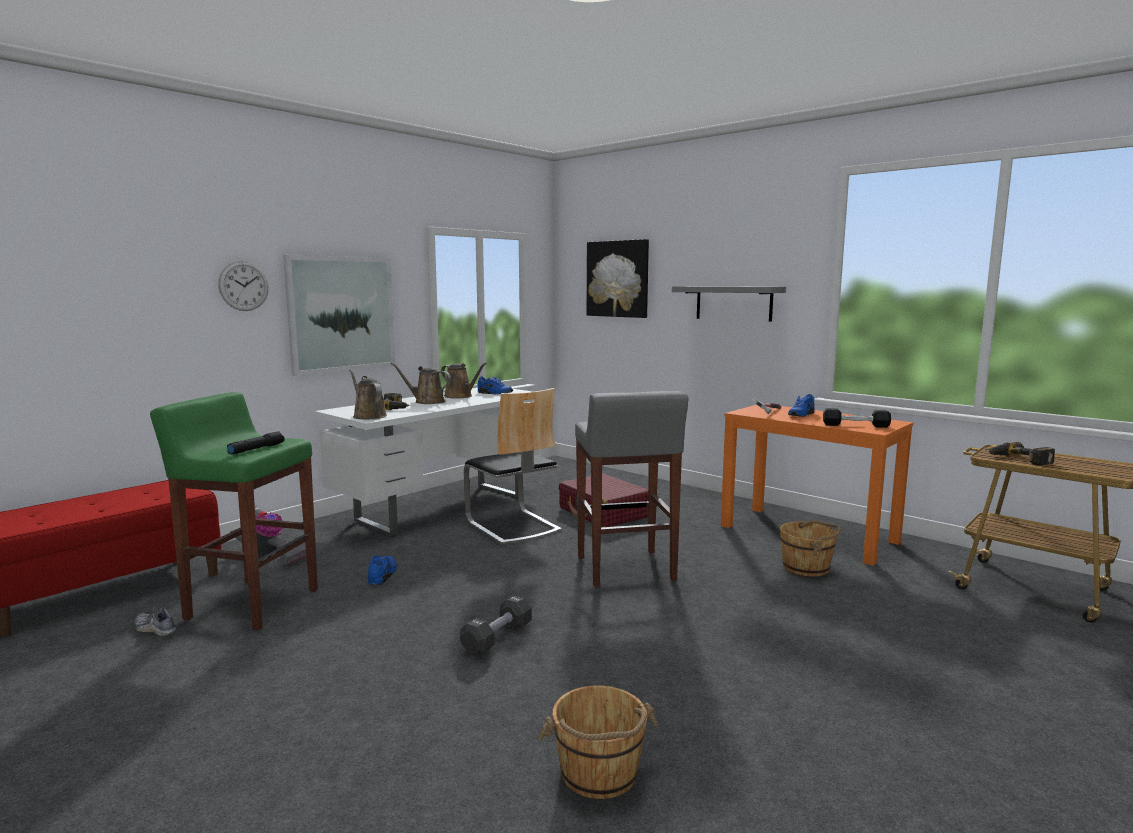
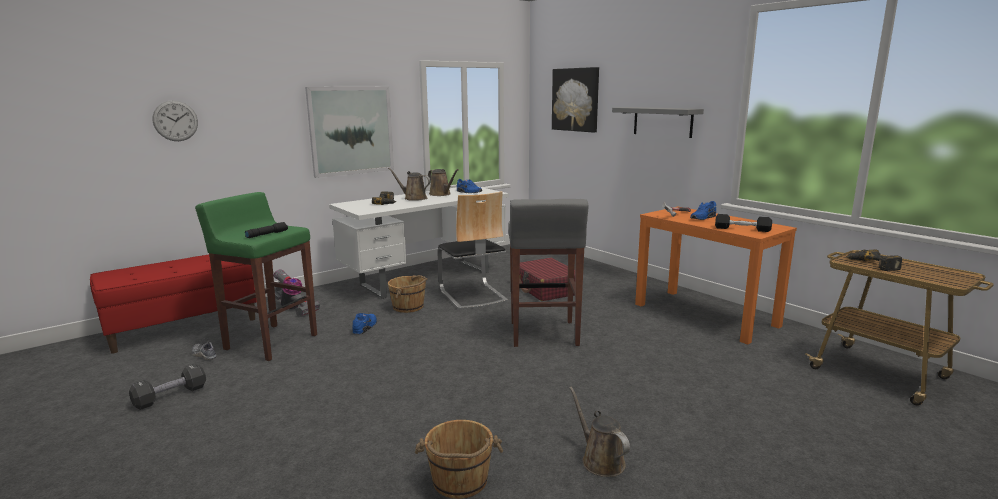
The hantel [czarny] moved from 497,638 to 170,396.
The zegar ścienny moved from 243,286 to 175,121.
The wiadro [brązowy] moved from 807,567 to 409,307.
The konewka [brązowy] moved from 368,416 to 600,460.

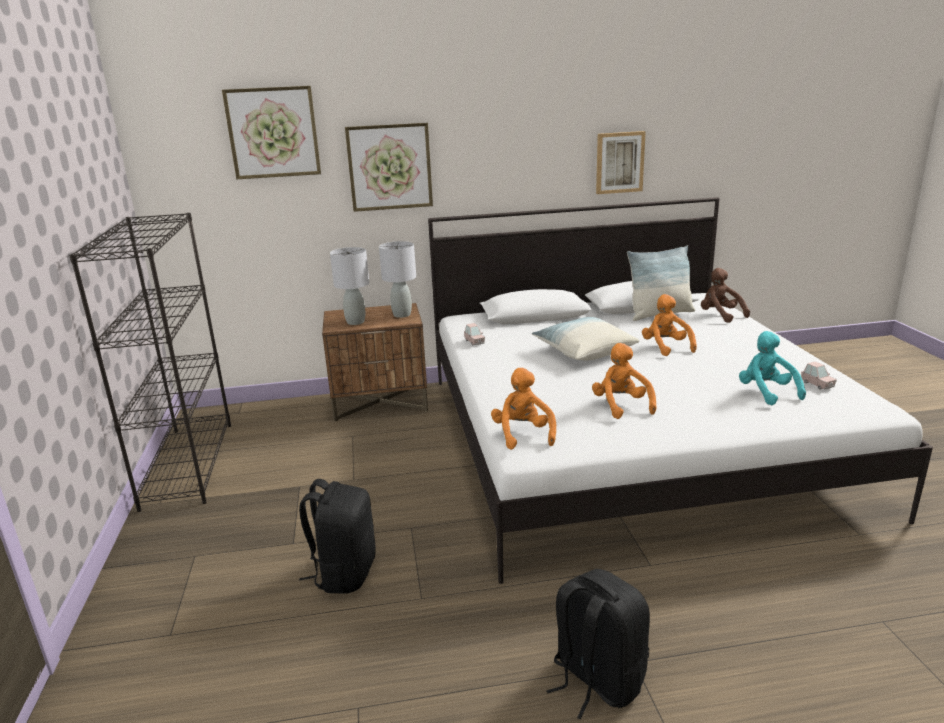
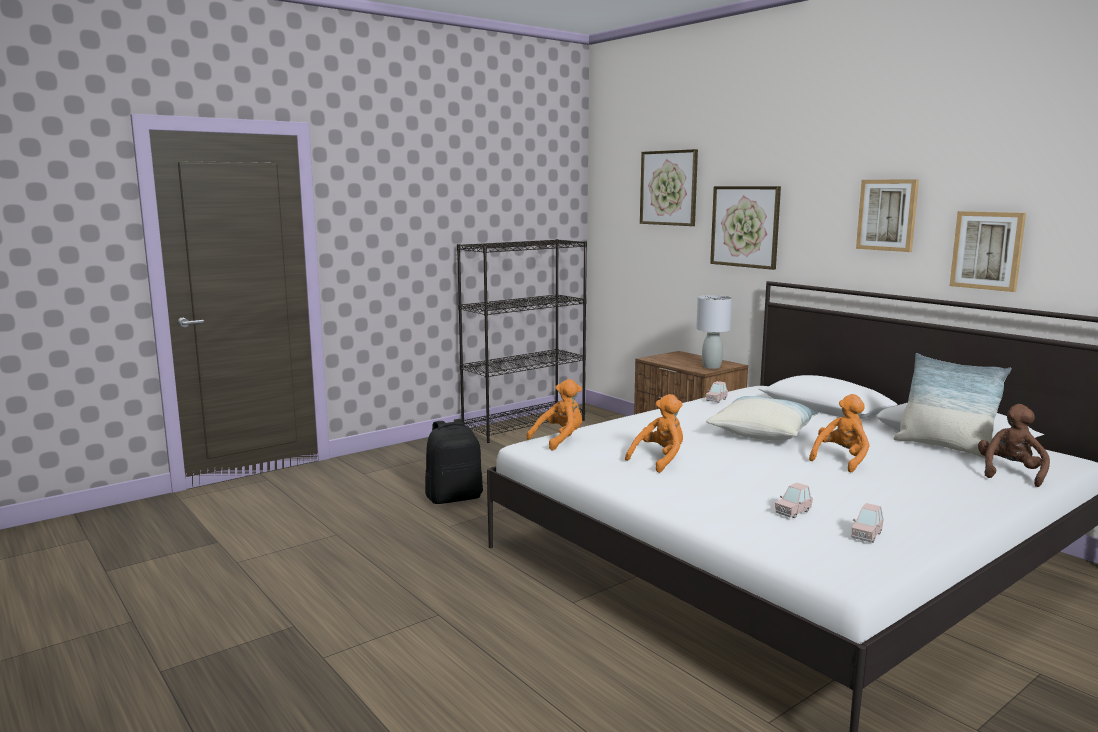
The pluszak [turkusowy] at 766,393 was replaced by the samochodzik [różowy] at 793,512.
The obraz at 887,215 appeared.
The lampa stołowa [szary] at 355,322 disappeared.
The plecak [czarny] at 596,680 disappeared.

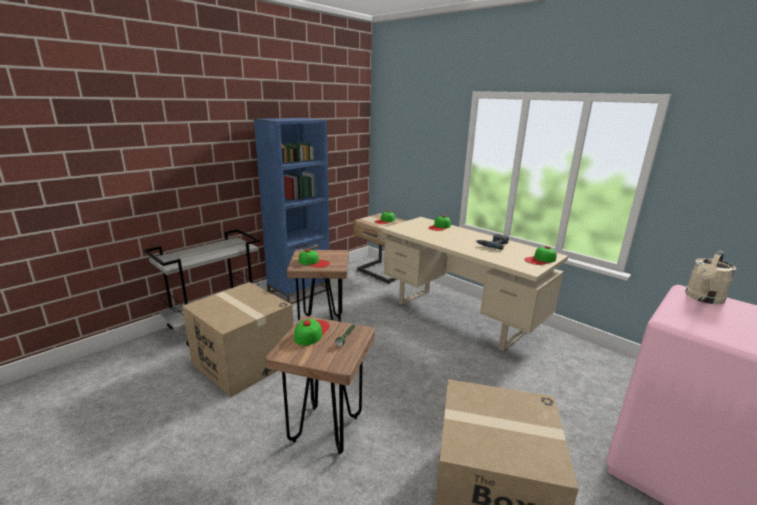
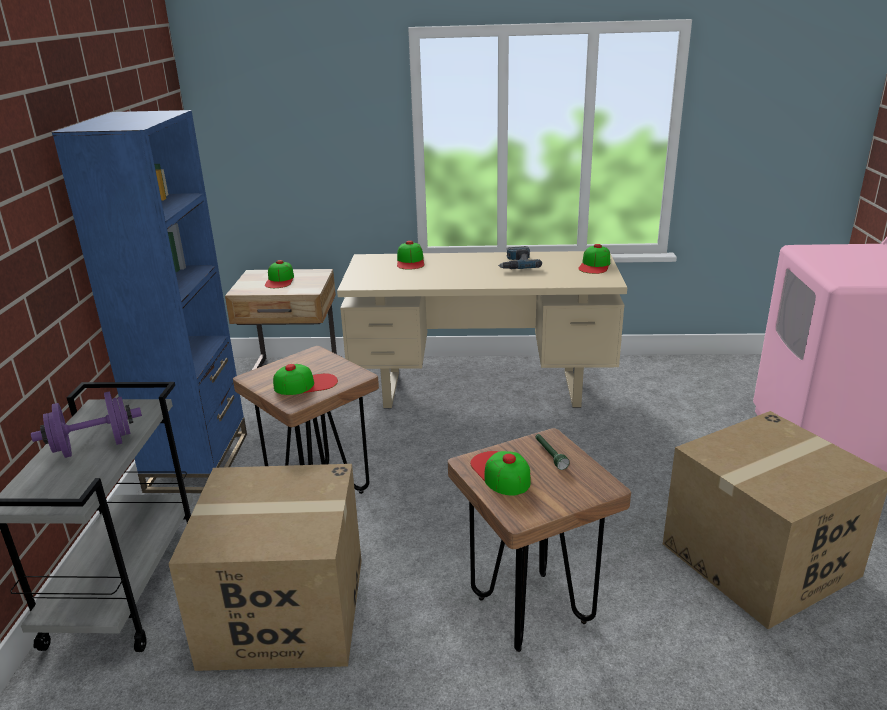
The hantel [fioletowy] at 94,447 appeared.
The konewka [beżowy] at 703,298 disappeared.

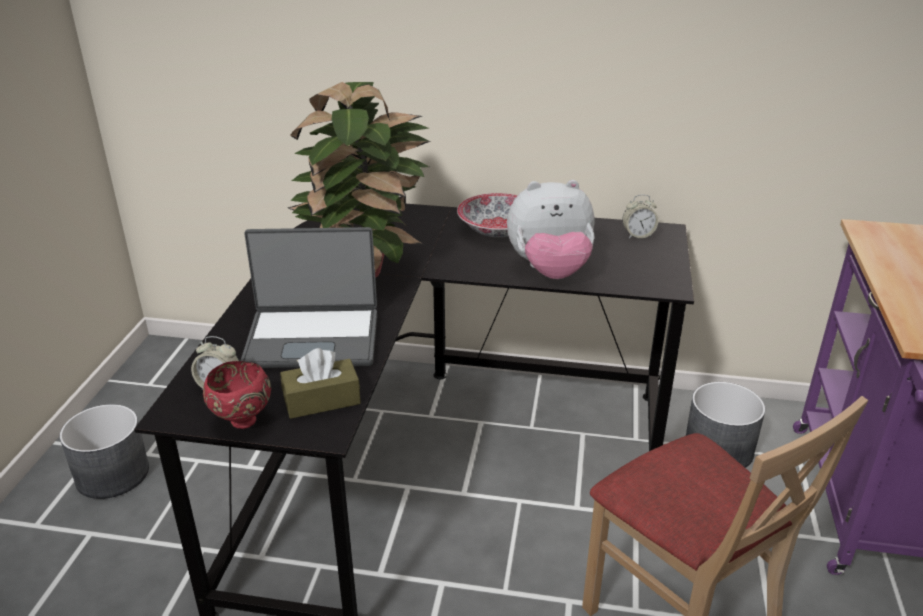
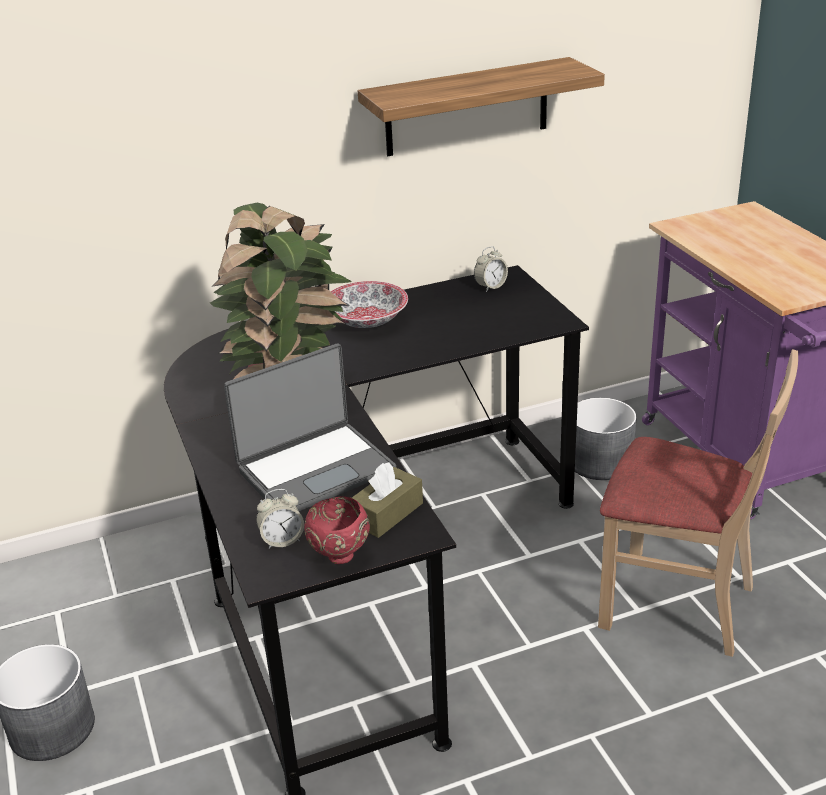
The półka at 467,107 appeared.
The pluszak at 550,271 disappeared.

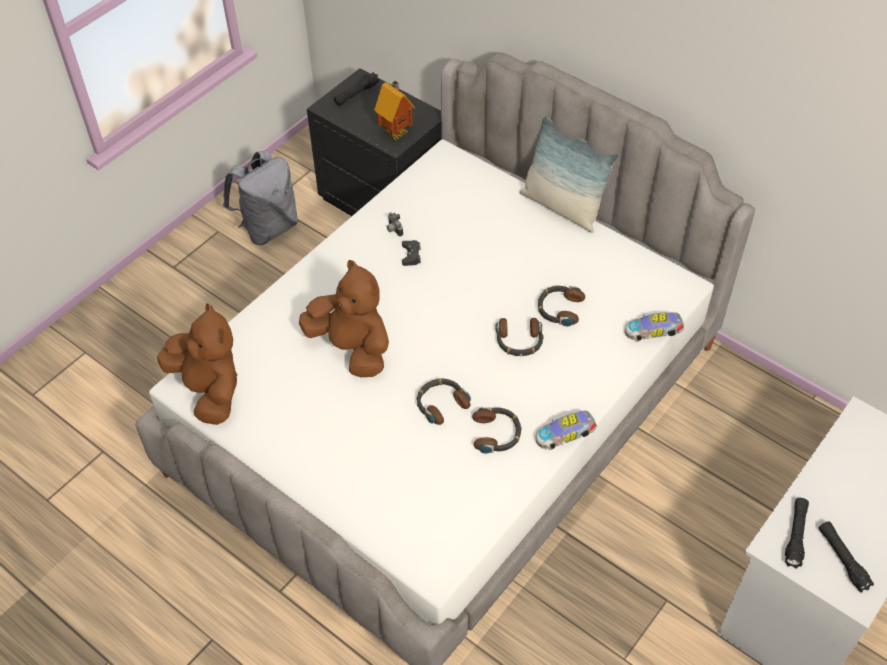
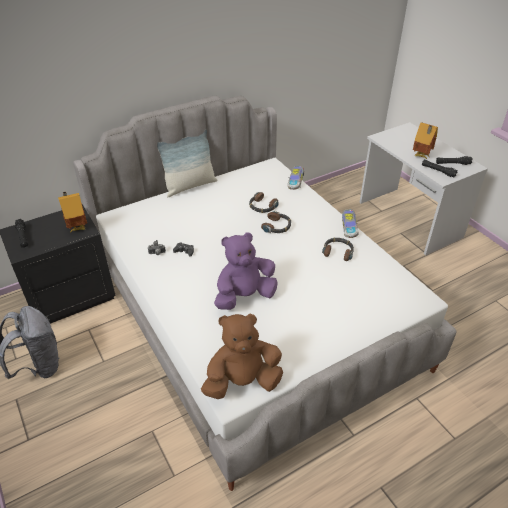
The pluszak [brązowy] at 352,348 became the pluszak [fioletowy] at 244,296.
The domek at 421,156 appeared.
The słuchawki at 441,403 disappeared.

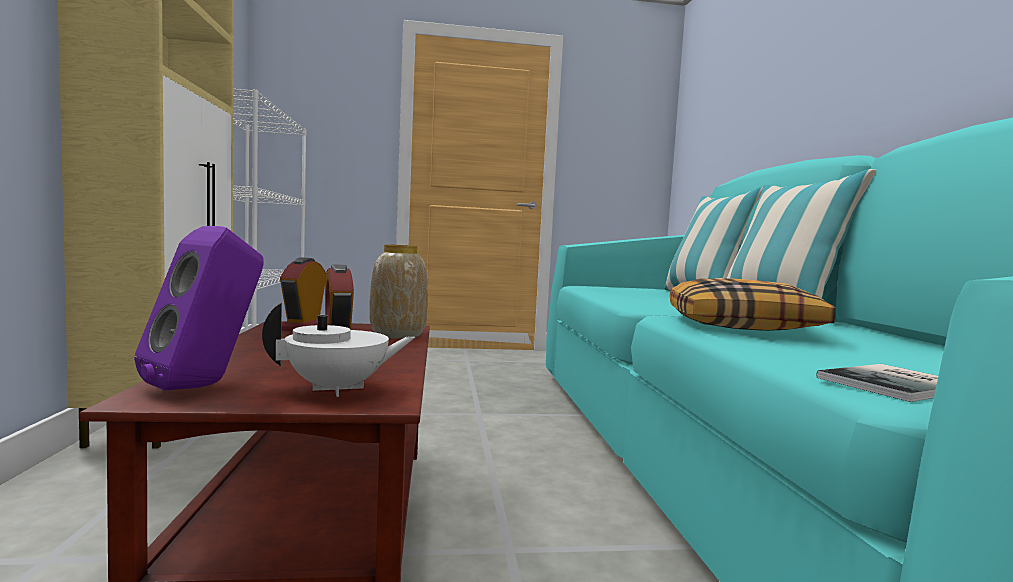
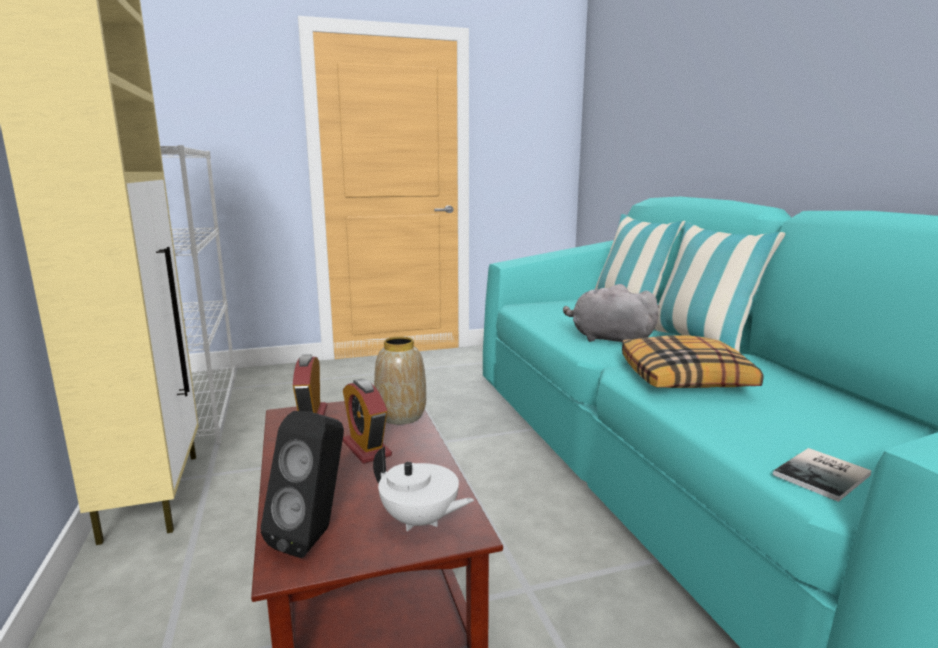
The głośnik [fioletowy] at 206,385 became the głośnik [czarny] at 314,536.
The imbryk [biały] at 338,389 turned 60 degrees clockwise.
The pluszak [szary] at 608,339 appeared.

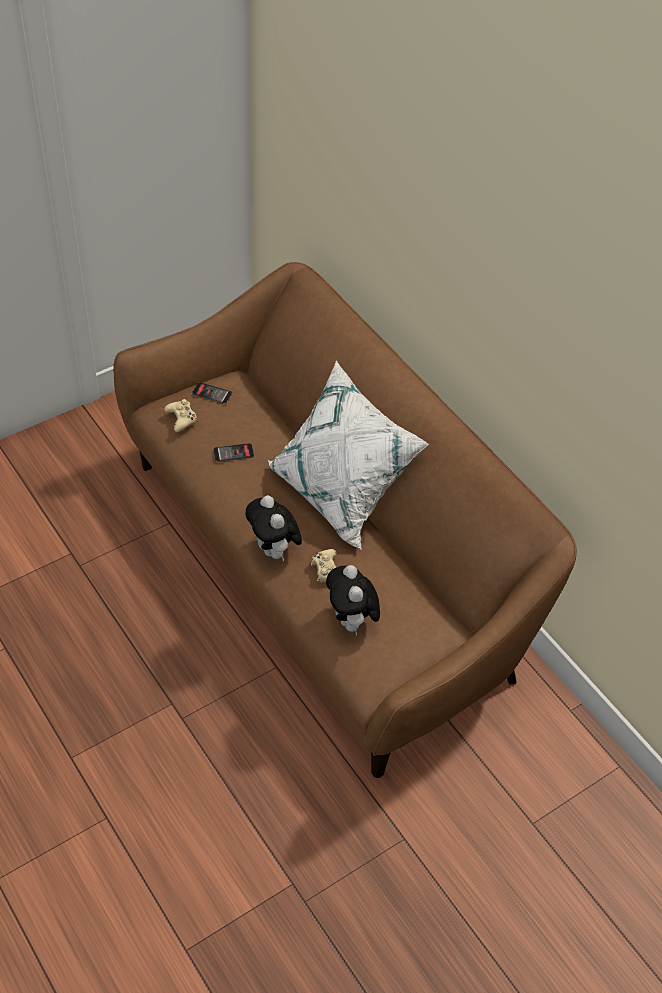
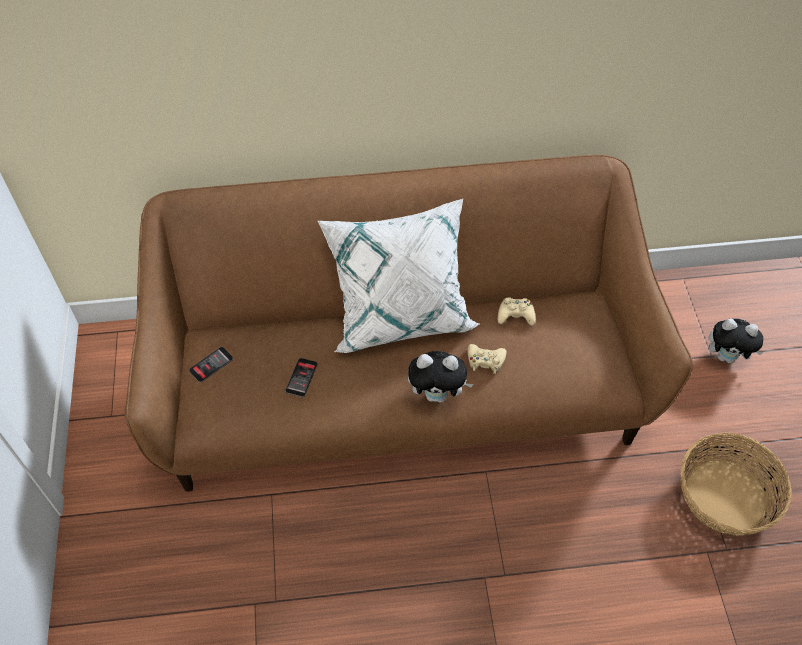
The pad do gier [beżowy] moved from 182,419 to 515,315.
The koszyk at 725,496 appeared.
The pluszak moved from 351,621 to 727,356.

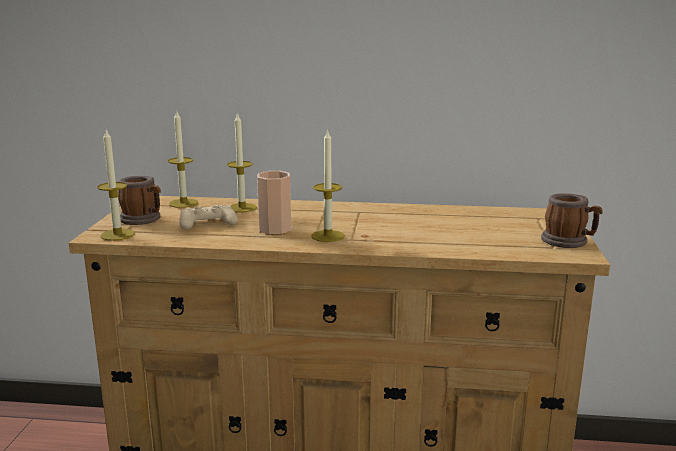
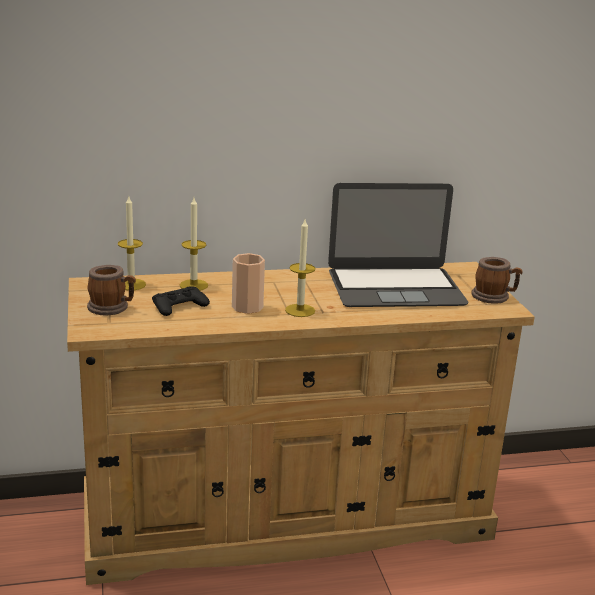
The pad do gier [beżowy] at 207,223 became the pad do gier [czarny] at 179,306.
The laptop at 395,287 appeared.
The świeca at 117,234 disappeared.

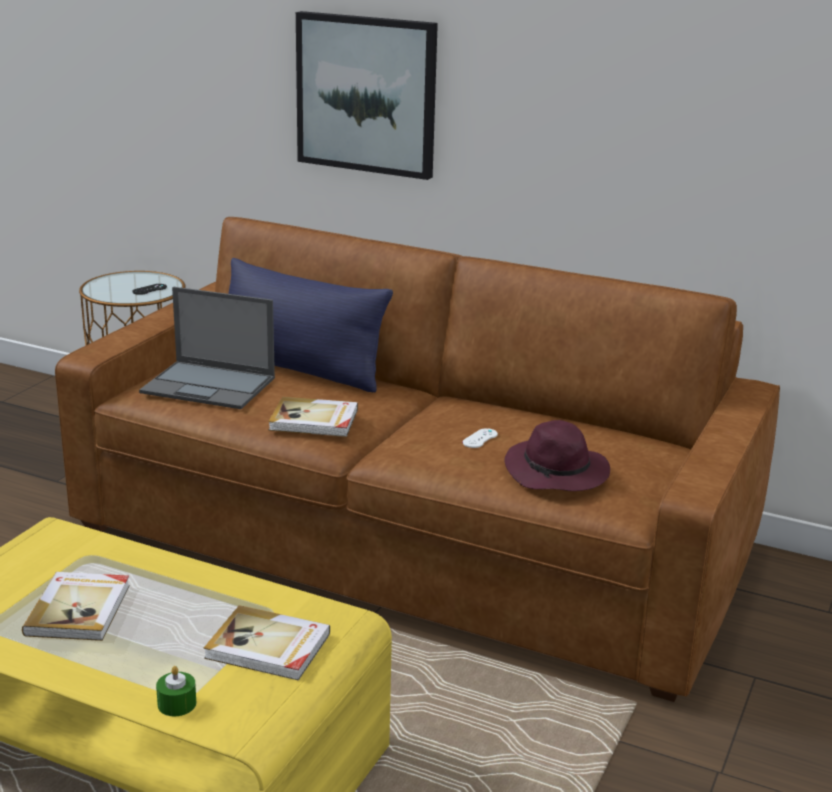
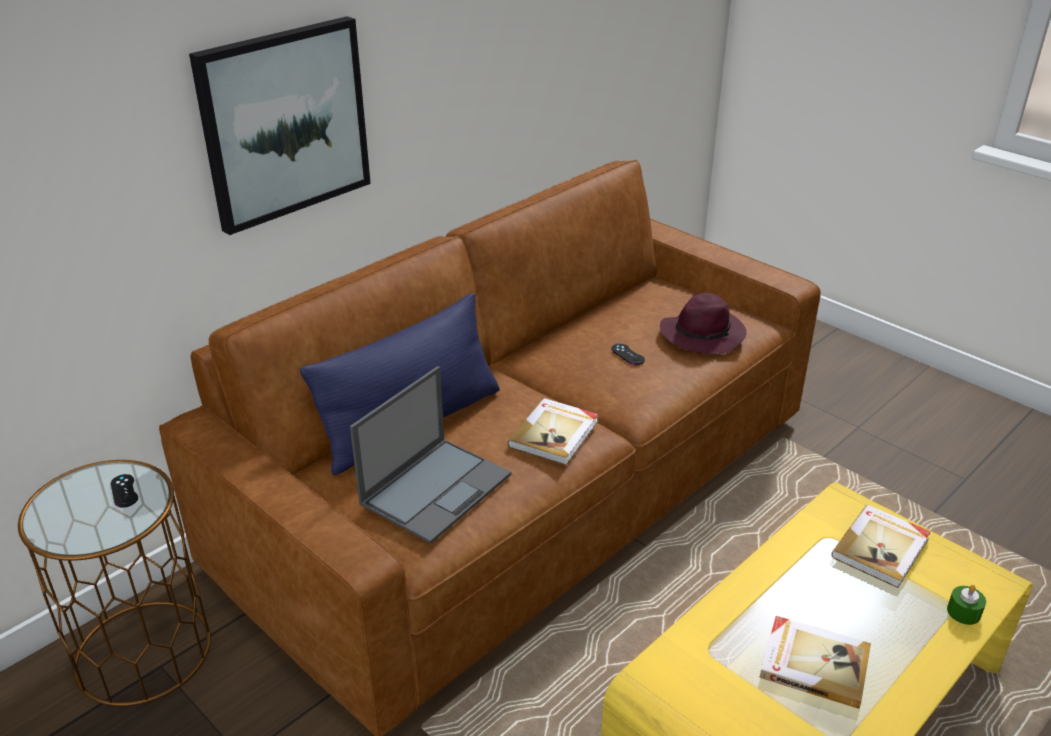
The pad do gier [biały] at 480,438 became the pad do gier [czarny] at 627,354.

